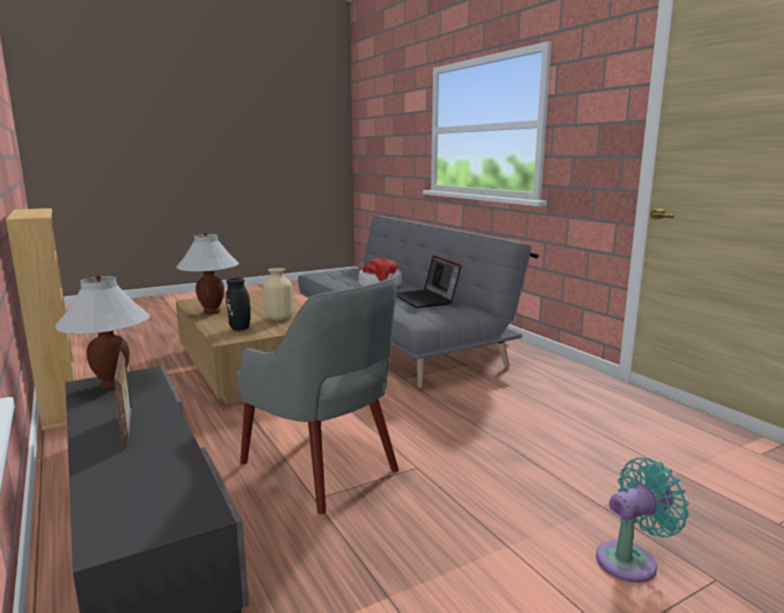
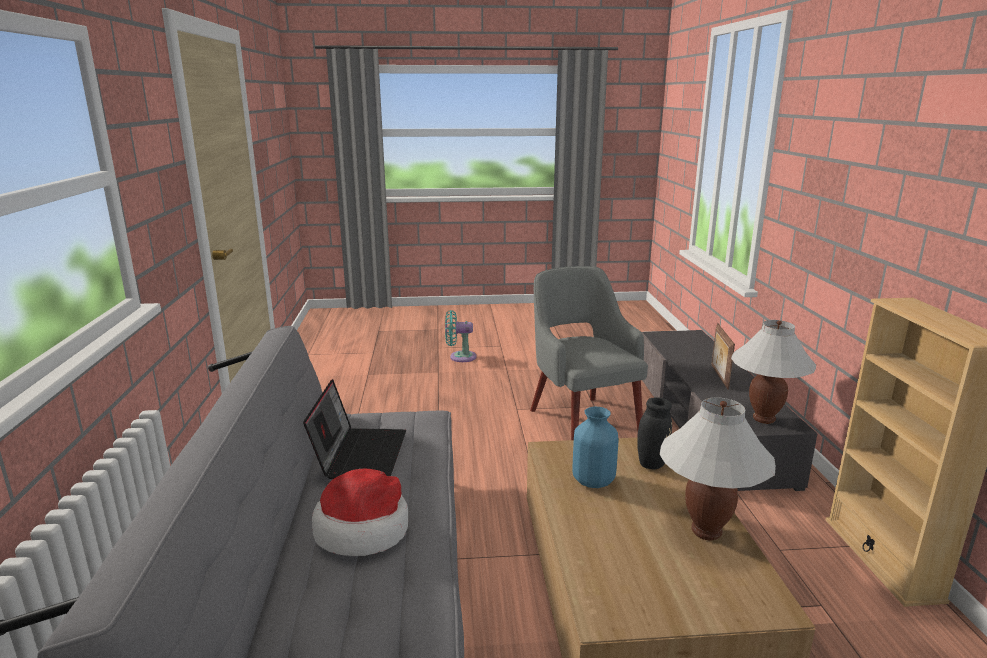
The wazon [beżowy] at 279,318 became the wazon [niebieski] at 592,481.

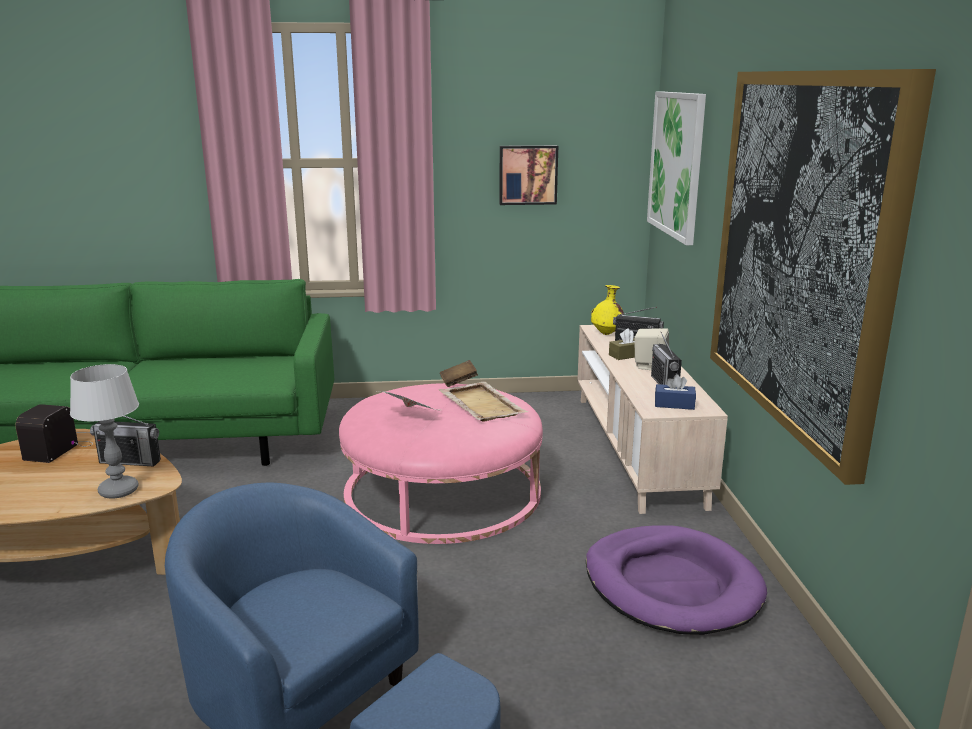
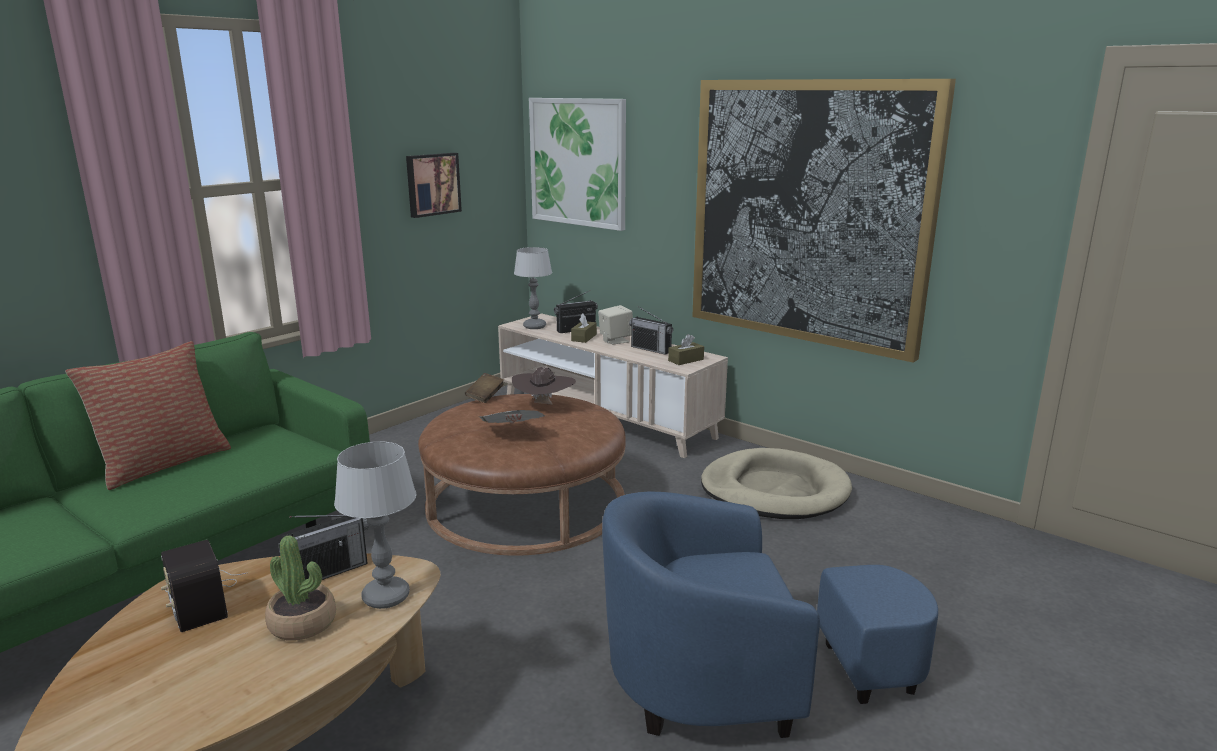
The poduszka at 163,463 appeared.
The roślina doniczkowa at 303,623 appeared.
The pufa [różowy] at 442,491 became the pufa [brązowy] at 526,502.
The taca [beżowy] at 481,404 was replaced by the kapelusz [brązowy] at 544,405.
The wazon [żółty] at 607,334 was replaced by the lampa stołowa at 535,326.
The pudełko chusteczek [niebieski] at 674,404 became the pudełko chusteczek [brązowy] at 686,360.
The legowisko [fioletowy] at 671,585 became the legowisko [beżowy] at 774,490.

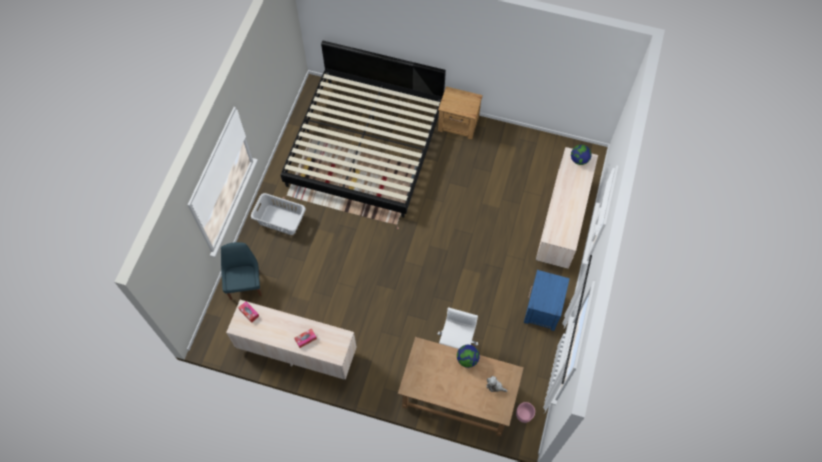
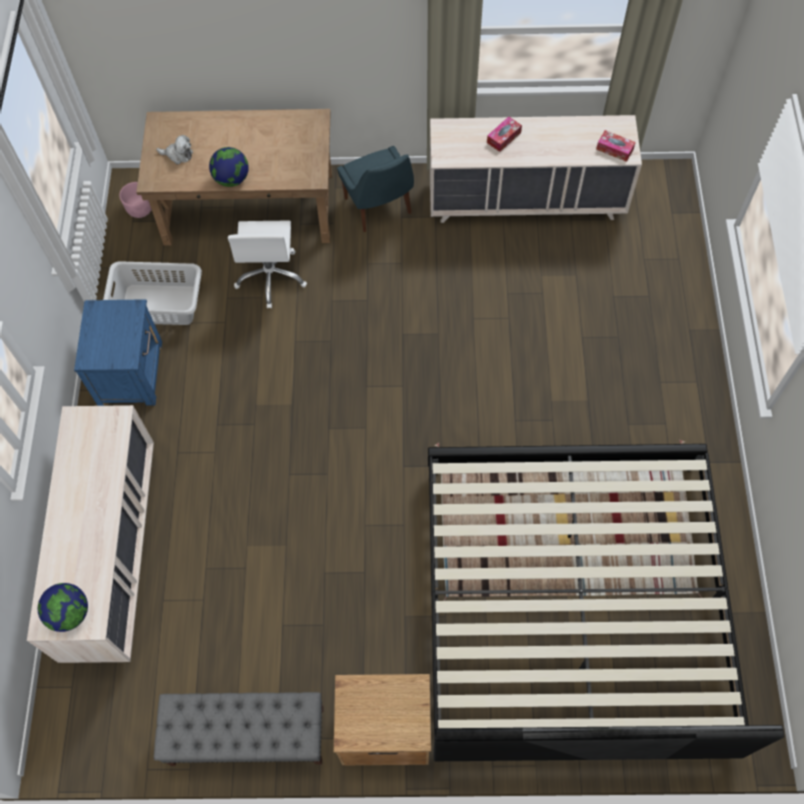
The kosz na pranie [szary] moved from 280,219 to 160,305.
The ławka [szary] at 247,736 appeared.
The krzesło [niebieski] moved from 245,283 to 379,208.

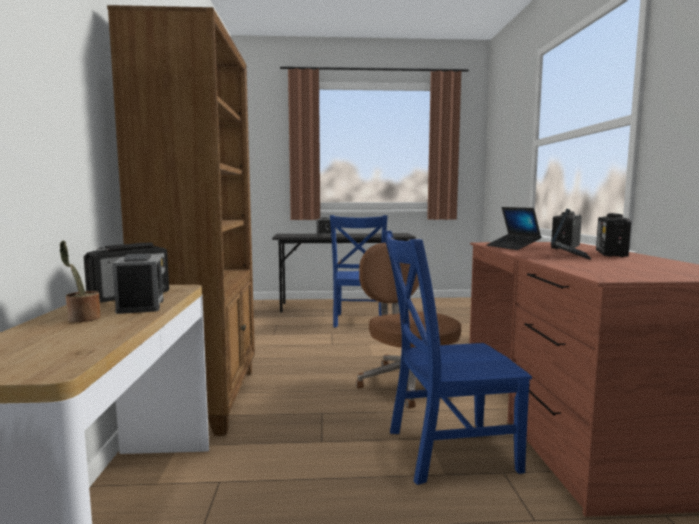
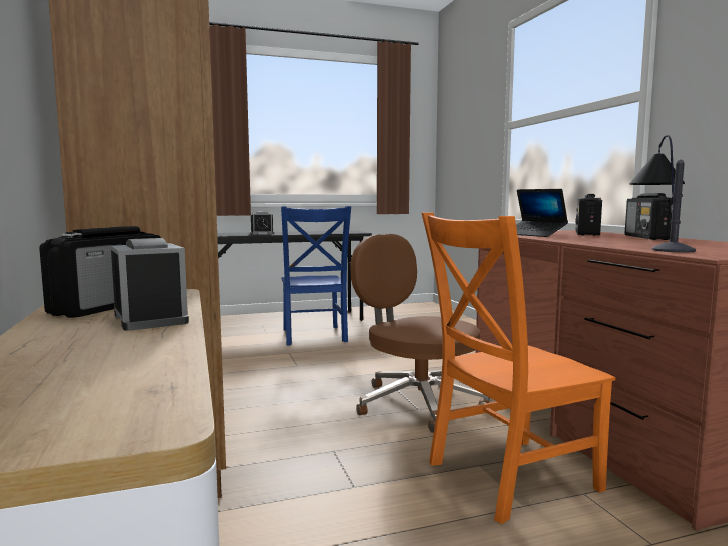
The krzesło [niebieski] at 445,450 became the krzesło [pomarańczowy] at 506,477.
The lampa stołowa at 658,247 appeared.
The roślina doniczkowa at 82,319 disappeared.
The laptop at 569,255 disappeared.

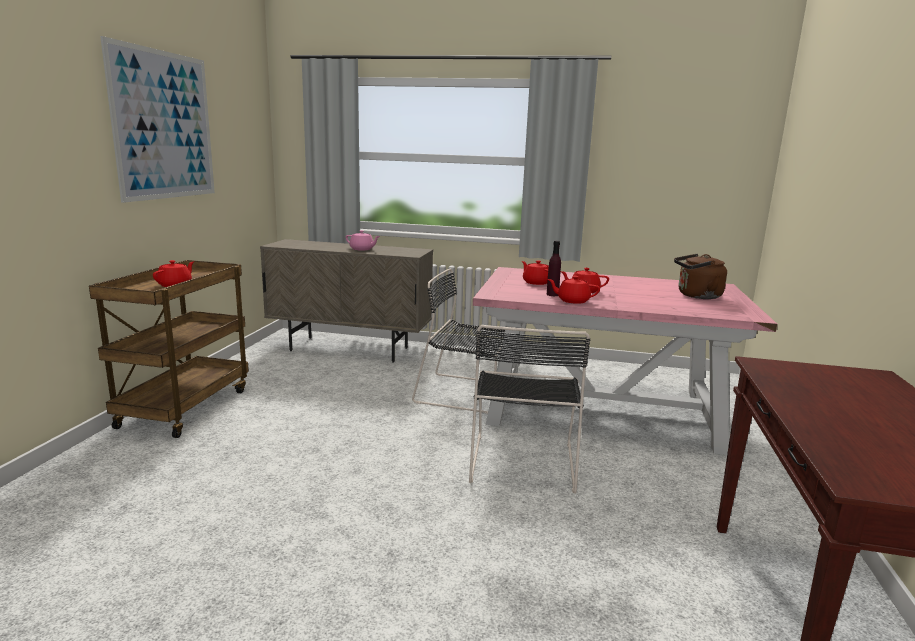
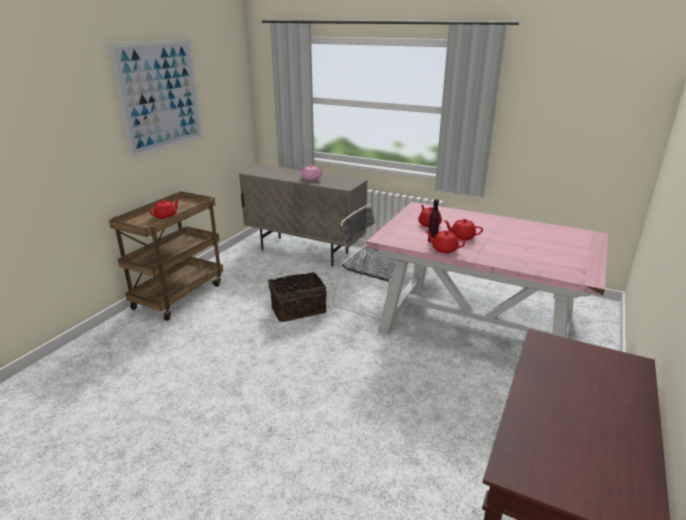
The koszyk at 297,309 appeared.
The krzesło [czarny] at 523,459 disappeared.
The czajnik [brązowy] at 696,296 disappeared.

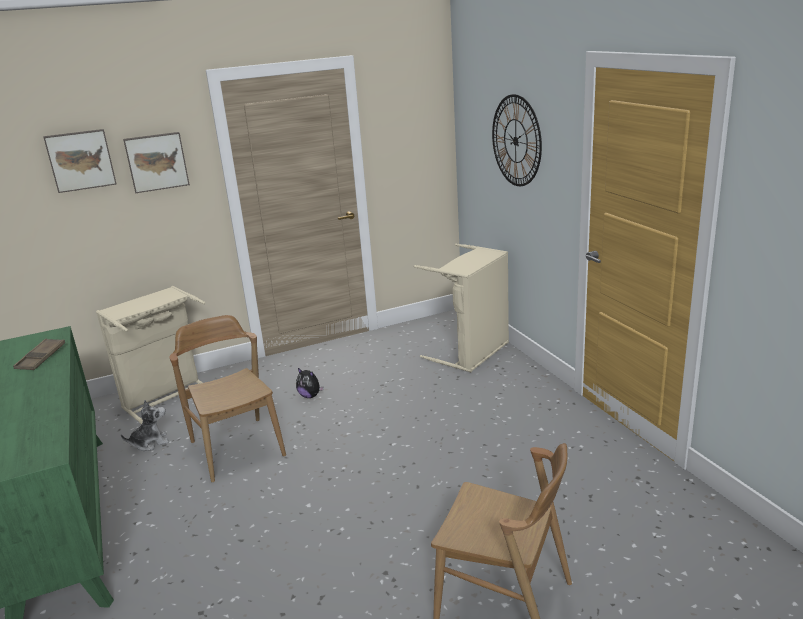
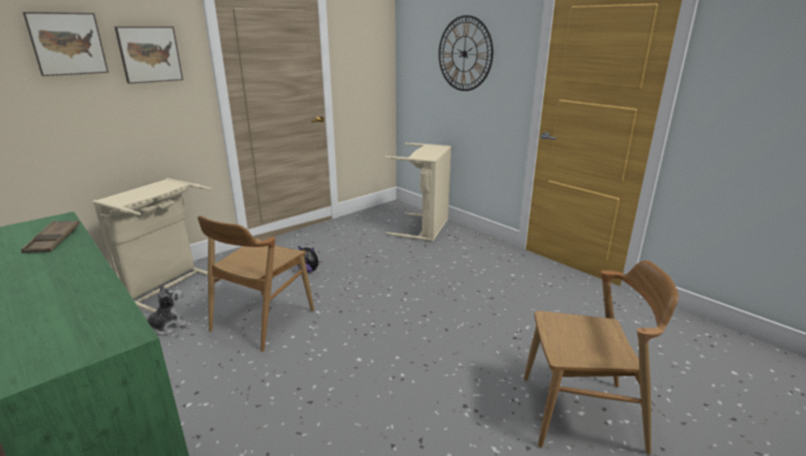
The krzesło [brązowy] at 237,448 turned 105 degrees counterclockwise.

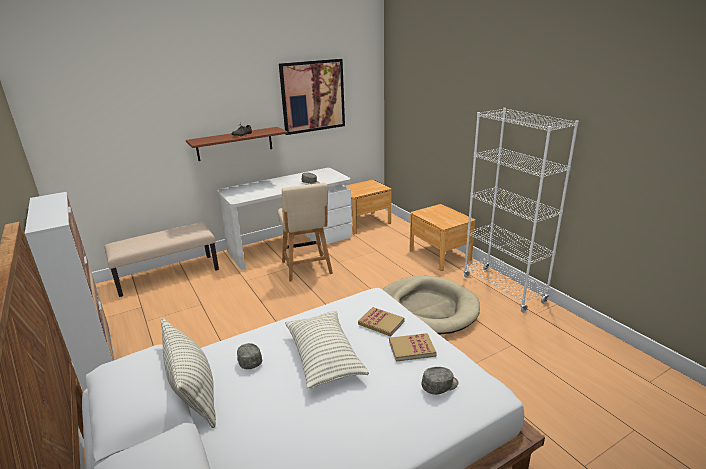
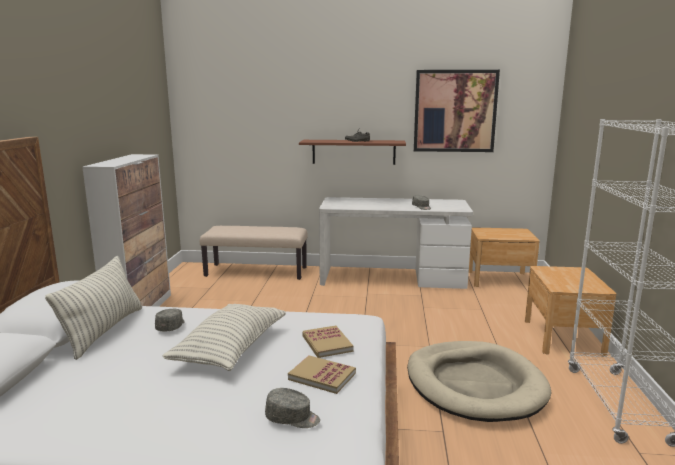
The krzesło [beżowy] at 307,269 disappeared.

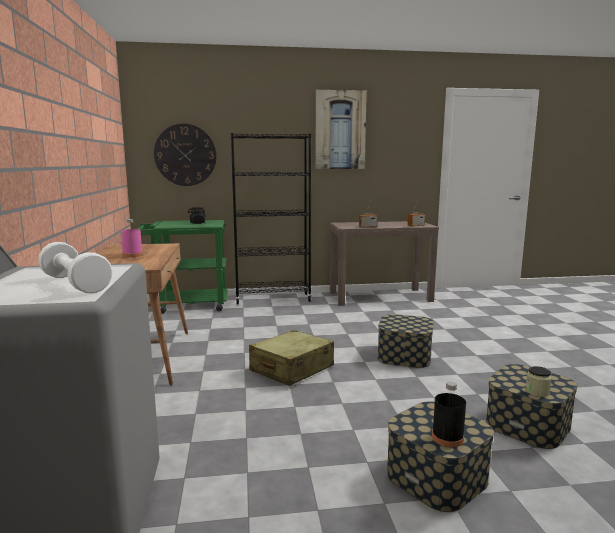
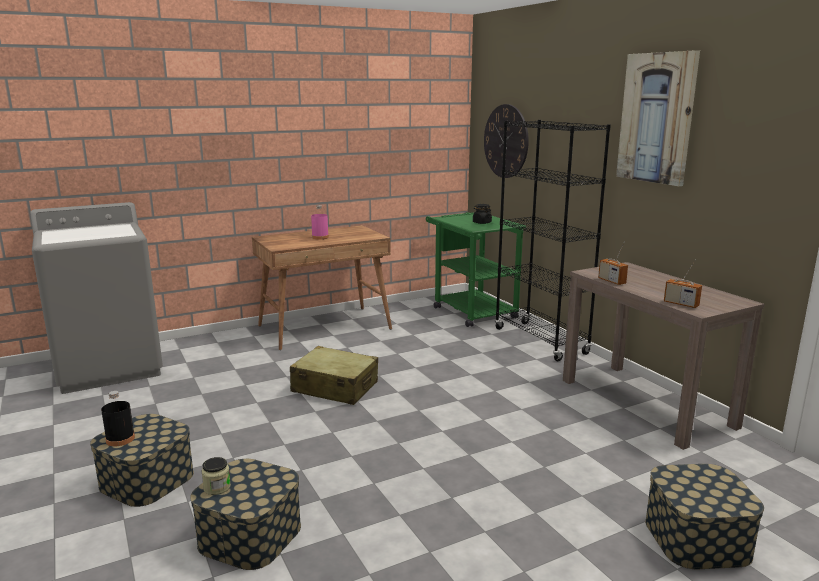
The pojemnik do przechowywania moved from 404,355 to 697,538.
The hantel [biały] at 75,284 disappeared.

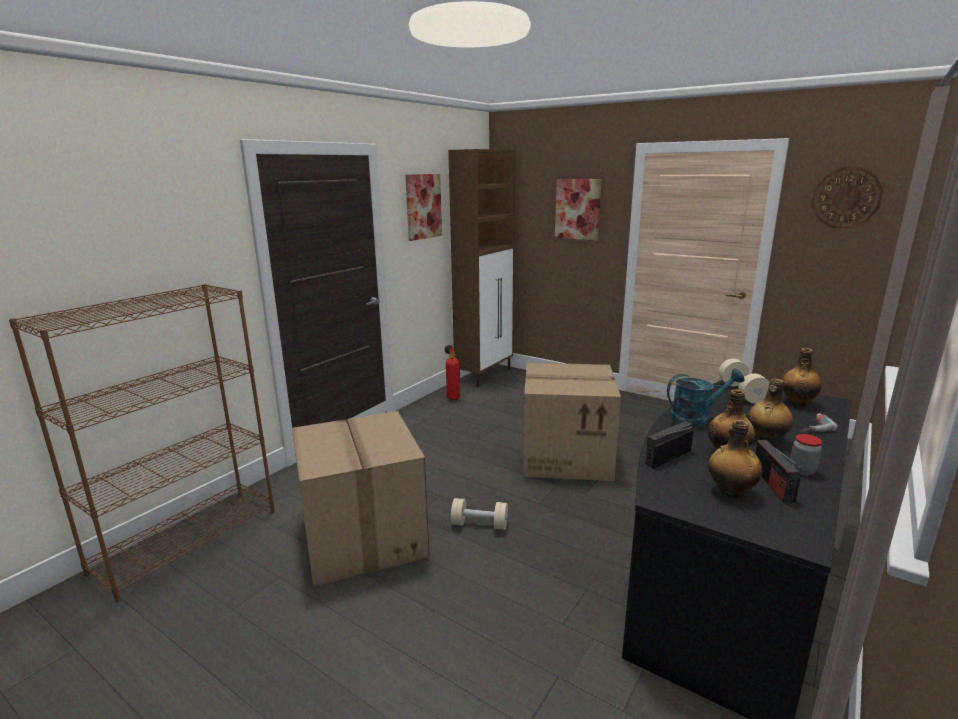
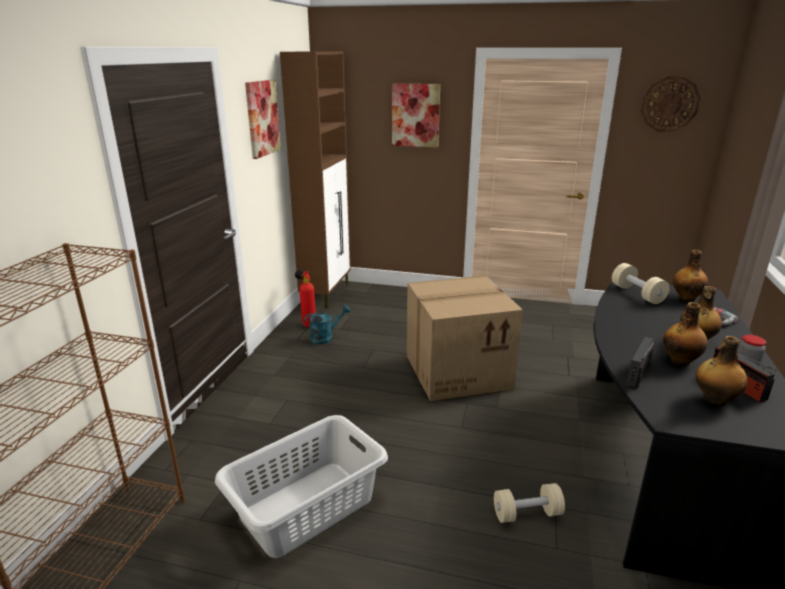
The karton at 361,536 was replaced by the kosz na pranie [szary] at 305,506.
The konewka [turkusowy] moved from 696,417 to 325,337.
The hantel [beżowy] moved from 479,524 to 527,514.

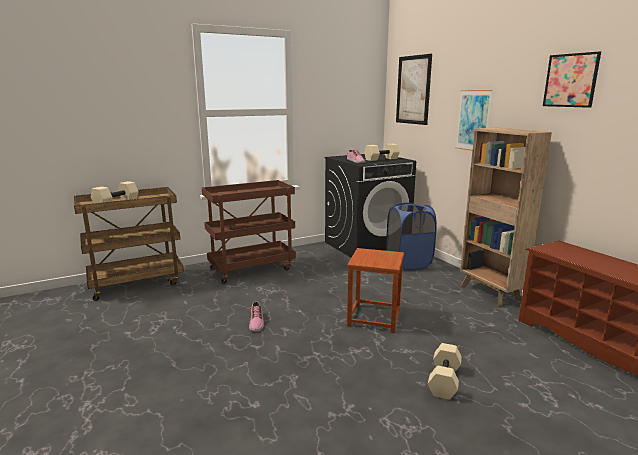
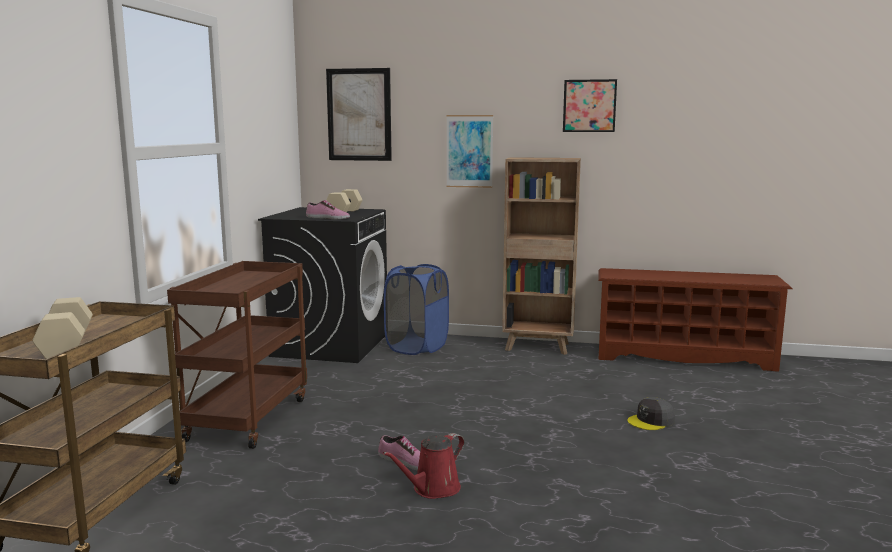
The konewka [czerwony] at 433,489 appeared.
The hantel [beżowy] at 445,381 was replaced by the czapka z daszkiem [szary] at 651,421.
The stołek [brązowy] at 374,318 disappeared.

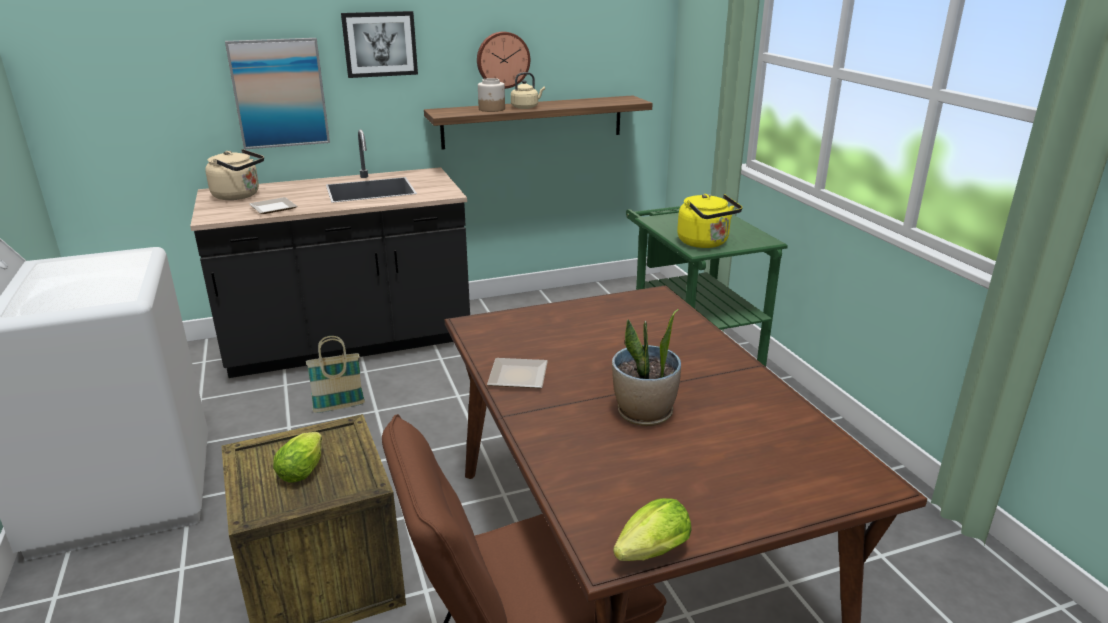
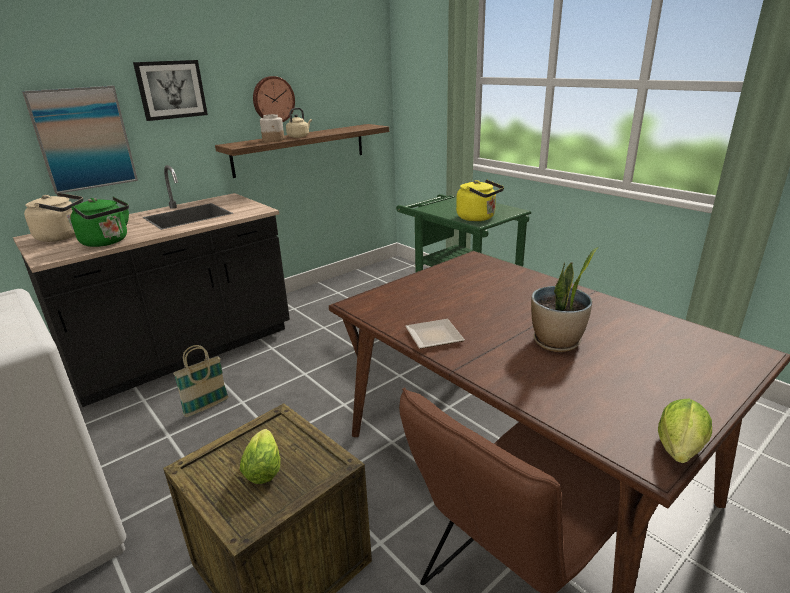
The talerz at 272,209 was replaced by the czajnik [zielony] at 107,242.

